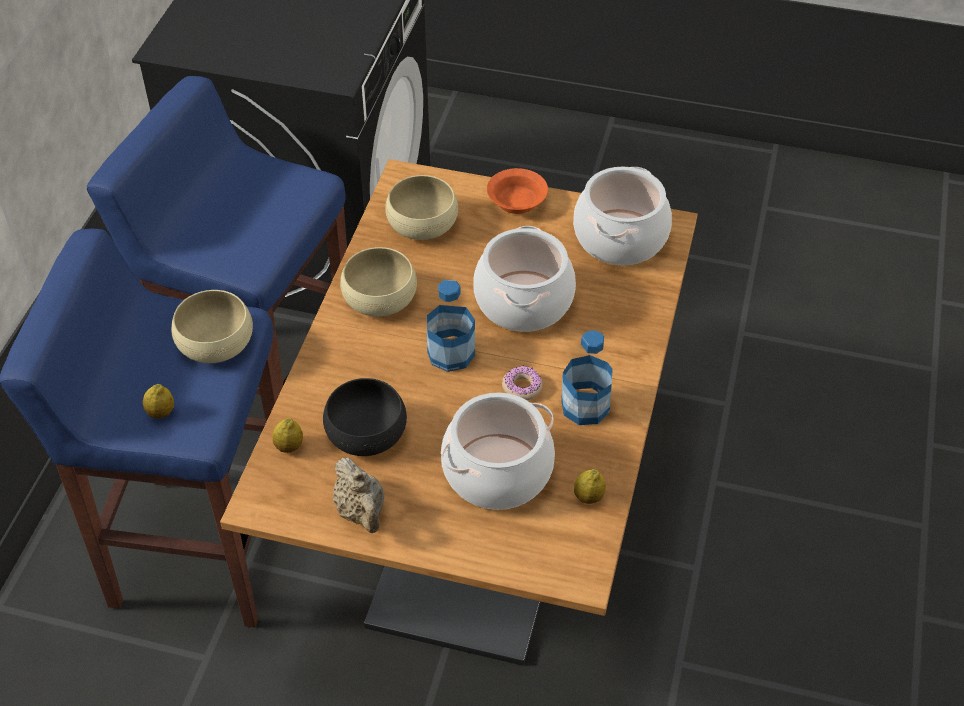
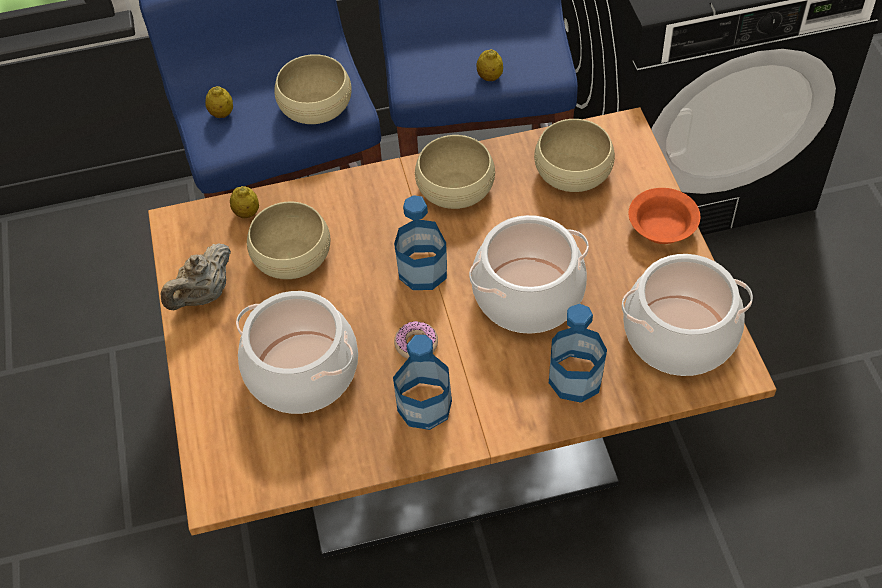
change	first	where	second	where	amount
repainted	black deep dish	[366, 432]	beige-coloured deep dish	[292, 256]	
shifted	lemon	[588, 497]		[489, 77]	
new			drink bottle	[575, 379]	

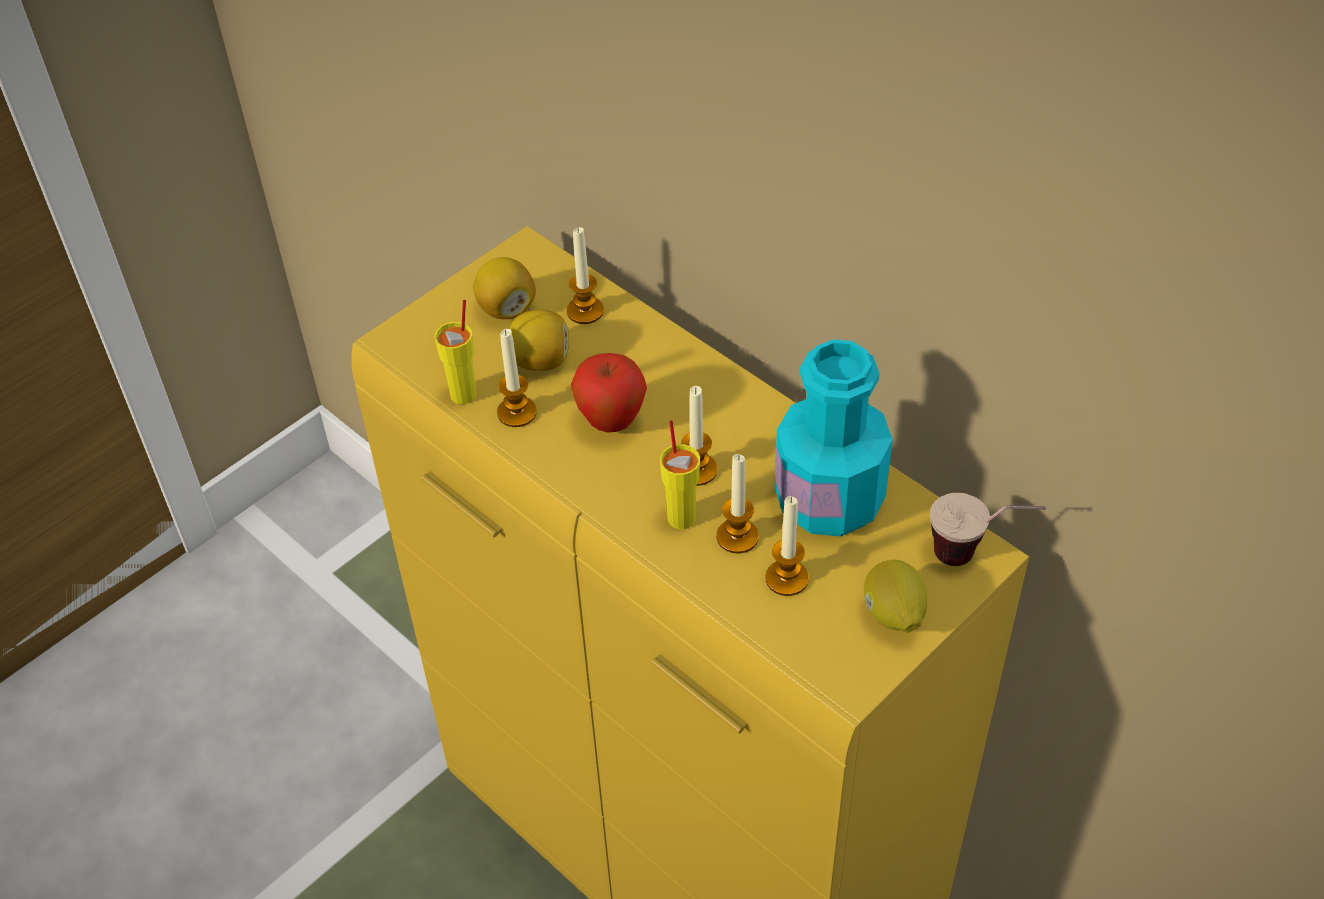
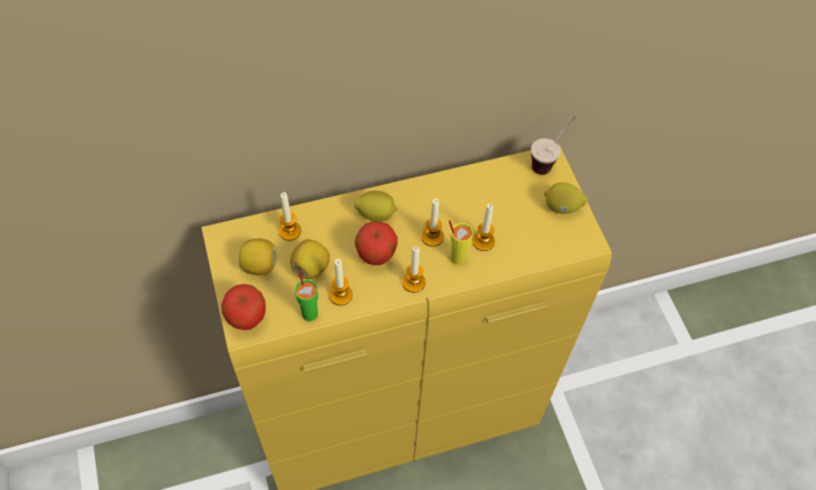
change	first	where	second	where	amount
new			apple	[247, 320]	
repainted	yellowish small cup	[464, 394]	green-coloured small cup	[310, 313]	
new			lemon	[376, 214]	
shifted	wax light	[787, 578]		[413, 282]	
gone	blue-green drink bottle	[829, 500]			

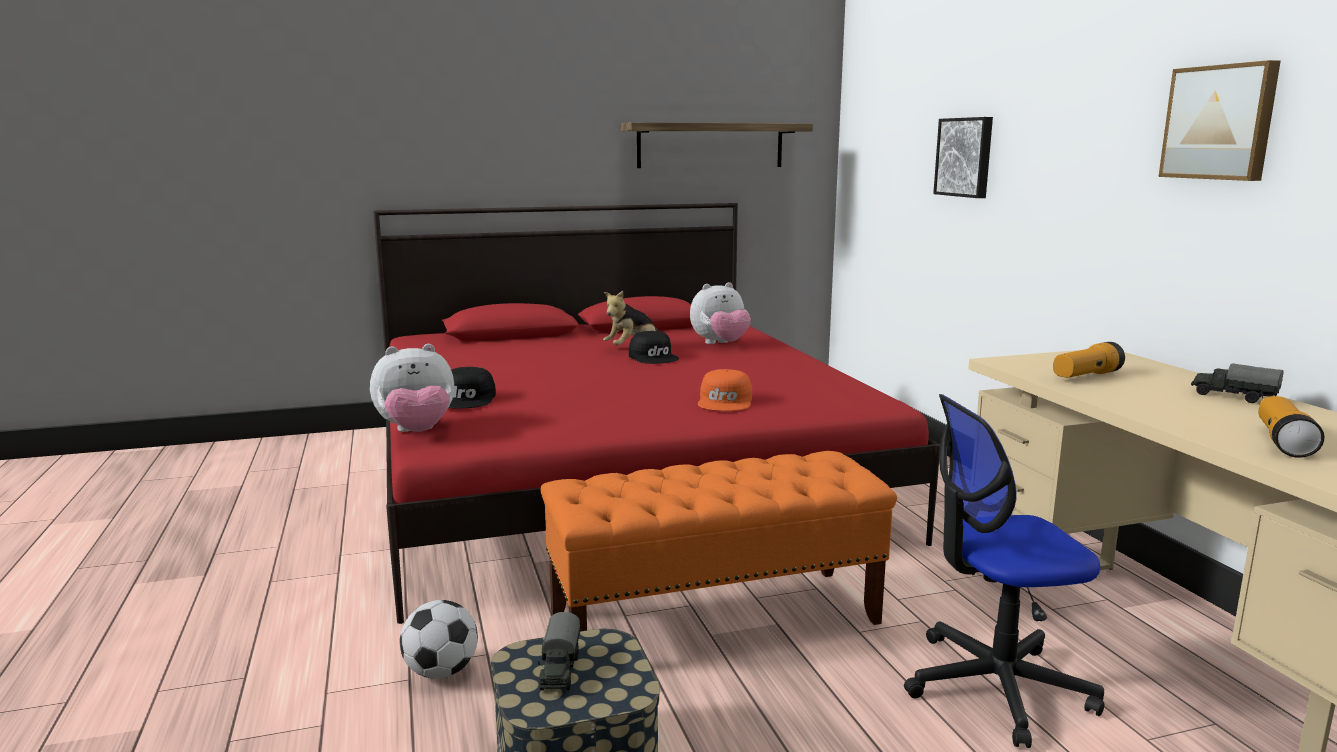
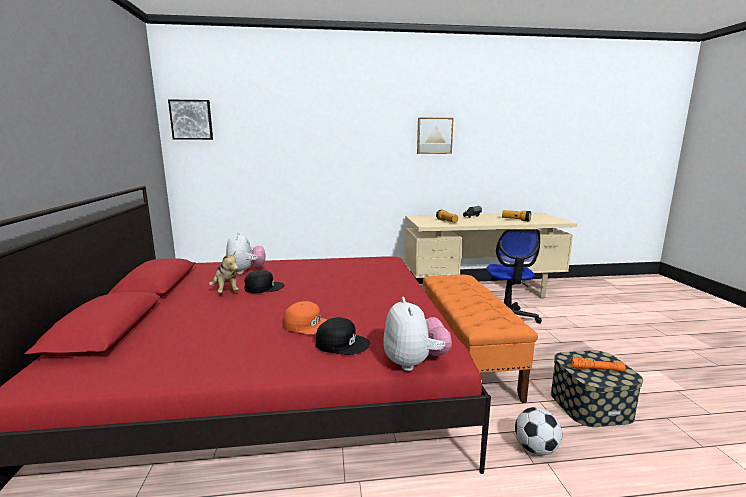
change	first	where	second	where	amount
shifted	wall picture	[965, 157]		[191, 120]	
shifted	orange cap	[726, 402]		[307, 324]	
swapped	toy lorry	[559, 670]	orange hand torch	[596, 370]	
gone	shelf	[710, 145]			

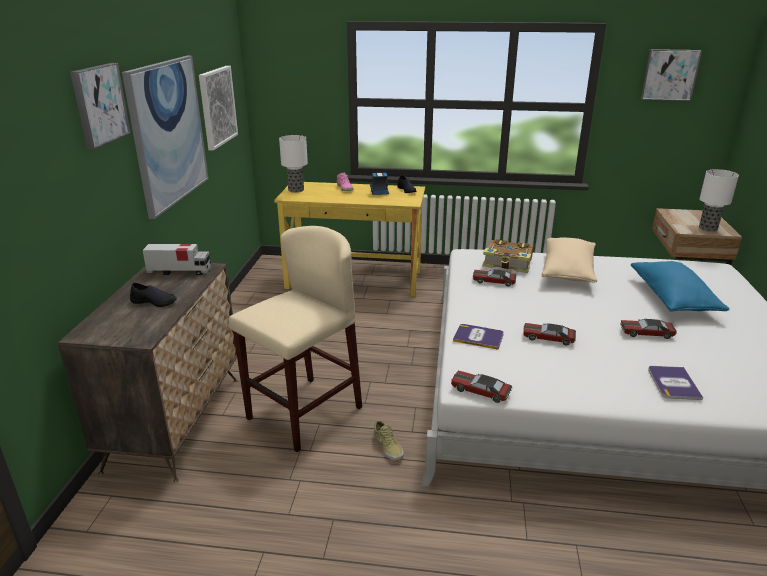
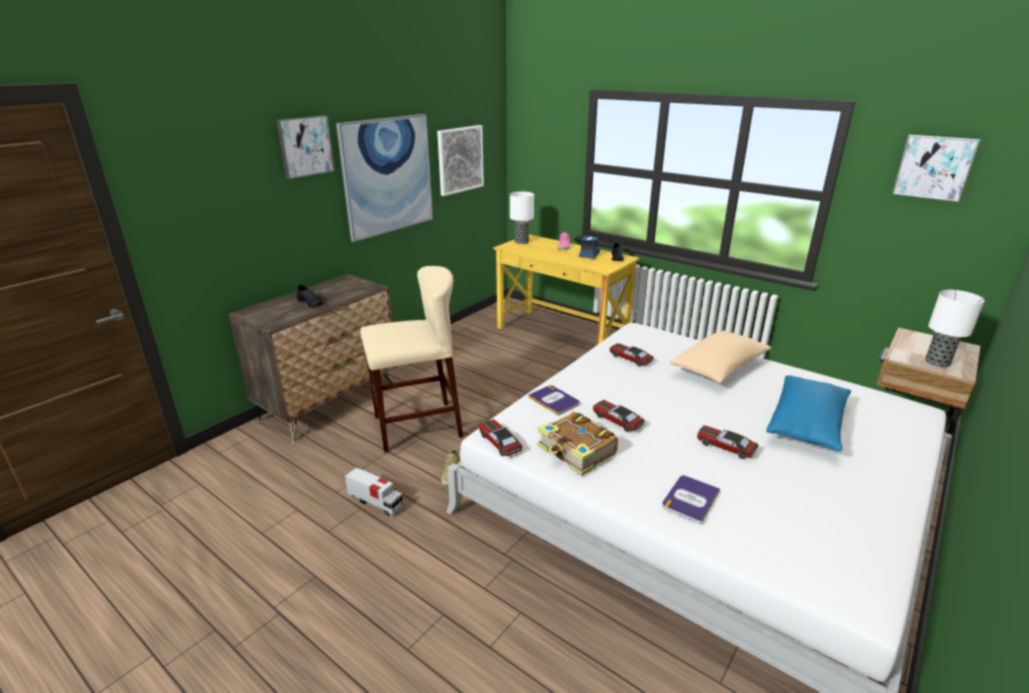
change	first	where	second	where	amount
shifted	toy lorry	[180, 272]		[376, 502]	
shifted	volume	[508, 263]		[576, 452]	

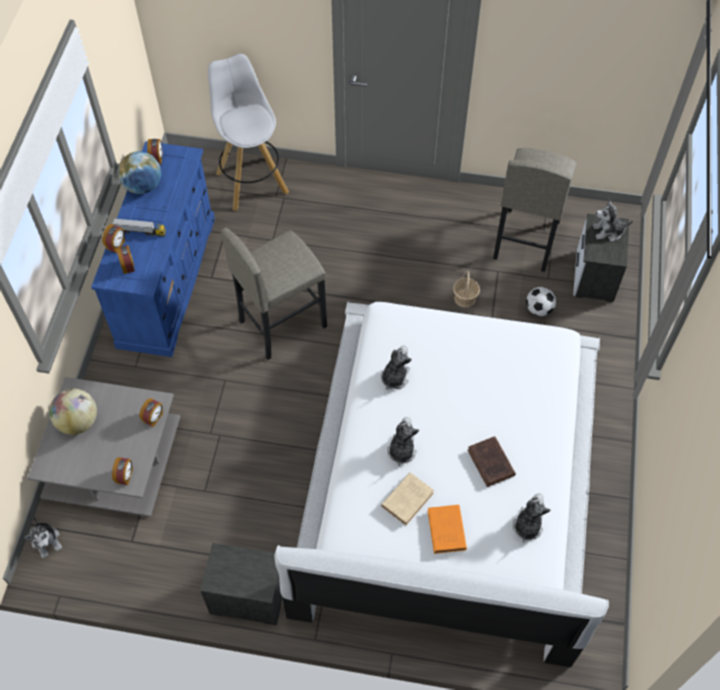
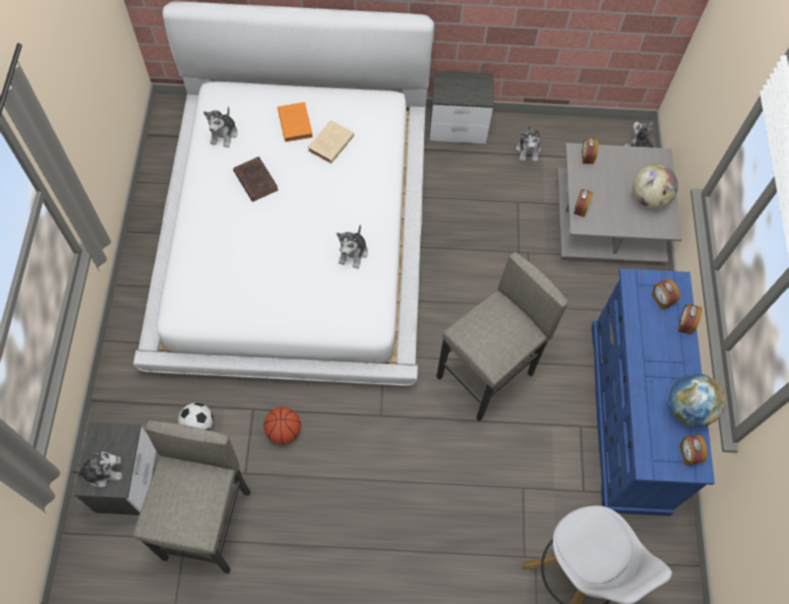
change	first	where	second	where	amount
swapped	household basket	[465, 298]	basketball ball	[284, 431]	
shifted	plush toy	[401, 450]		[528, 150]	
gone	toy lorry	[140, 231]			

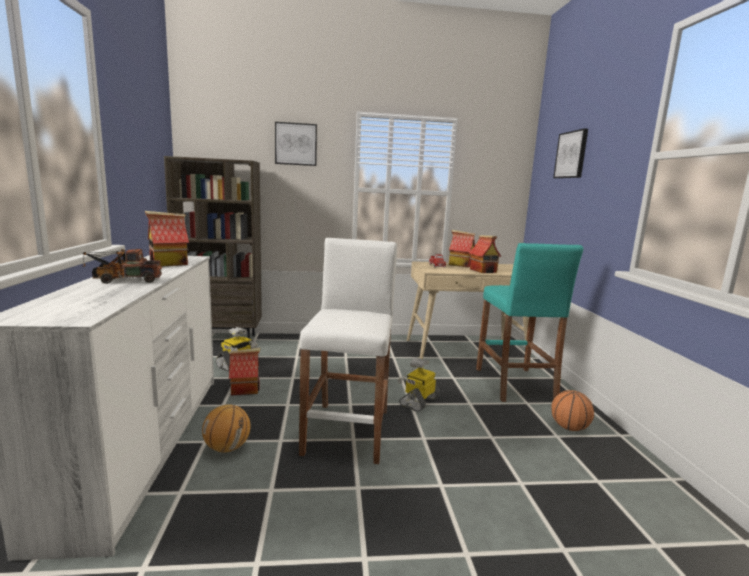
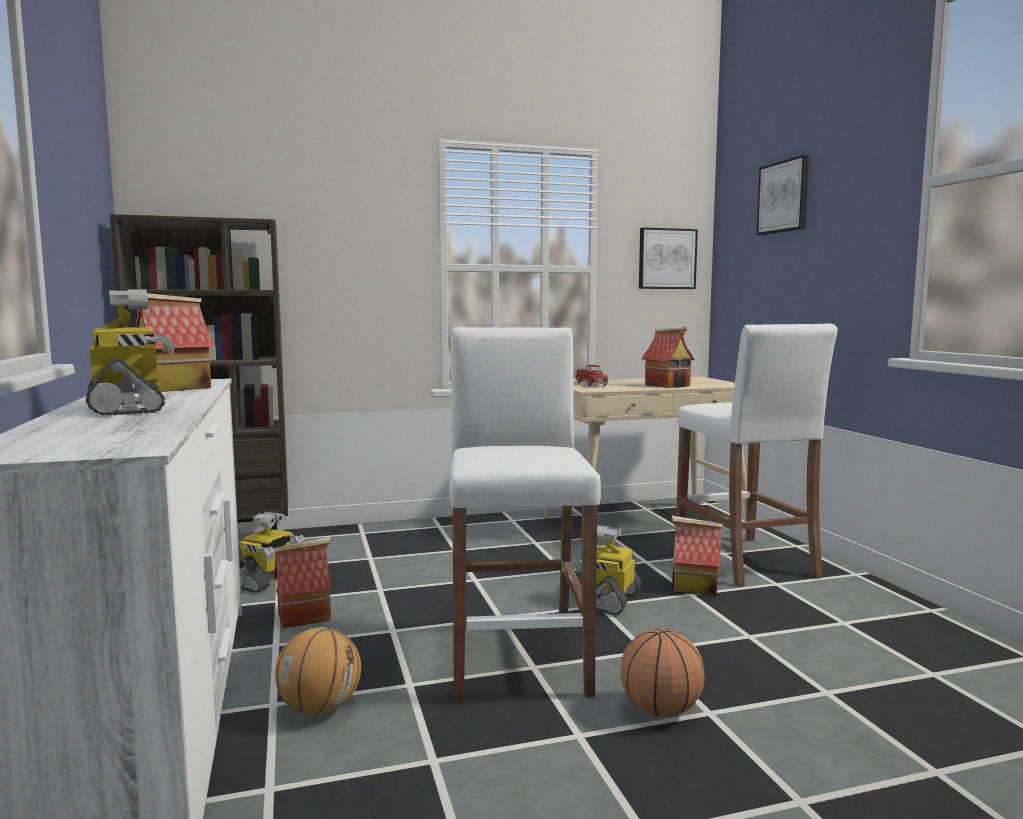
change	first	where	second	where	amount
swapped	toy lorry	[124, 280]	robot figure	[129, 408]	
shifted	basketball ball	[569, 428]		[660, 710]	
shifted	wall picture	[296, 144]		[667, 259]	
shifted	model house	[460, 265]		[694, 587]	
repainted	blue-green sitting stool	[514, 384]	whitish sitting stool	[744, 561]	

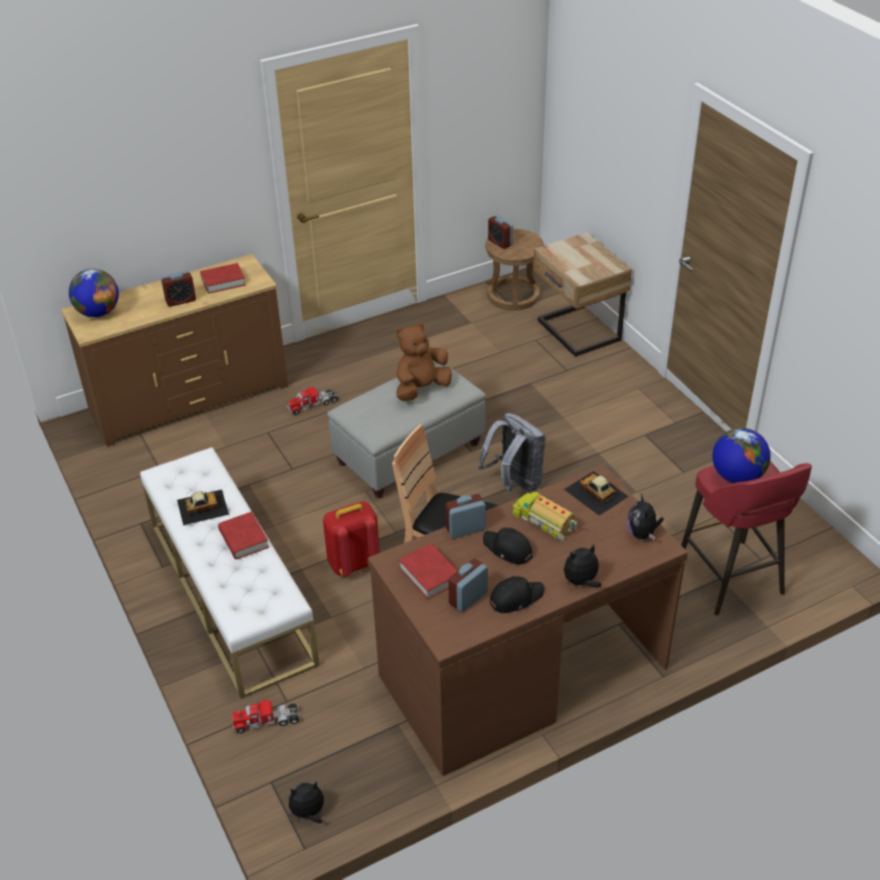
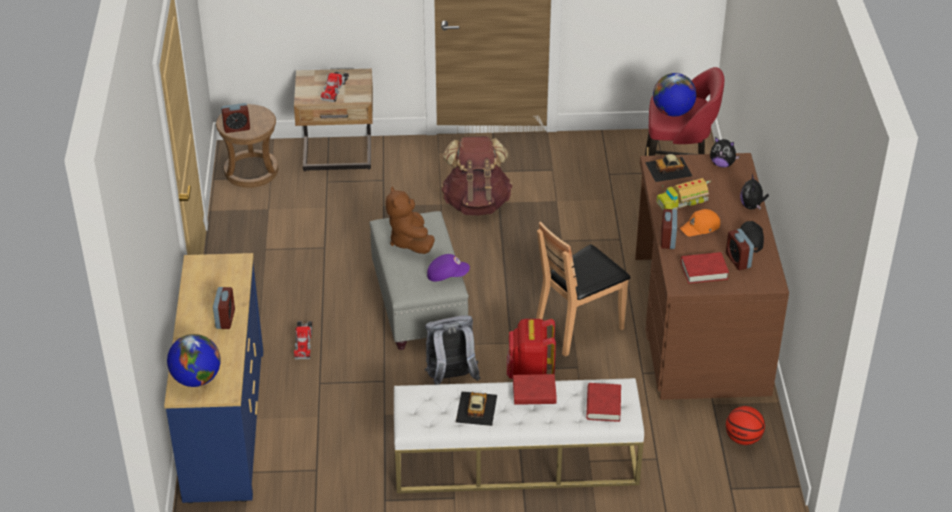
change	first	where	second	where	amount
repainted	brown-coloured dresser	[189, 399]	bluish dresser	[223, 424]	
shifted	toy lorry	[267, 721]		[335, 89]	
shifted	greyish rucksack	[514, 483]		[451, 378]	
new			purple-coloured cap	[447, 275]	
new			brown-coloured rucksack	[476, 203]	
shifted	red volume	[223, 281]		[603, 405]	
repainted	black cap	[507, 549]	orange cap	[700, 227]	
new			basketball ball	[743, 438]	
gone	plush toy	[308, 813]			

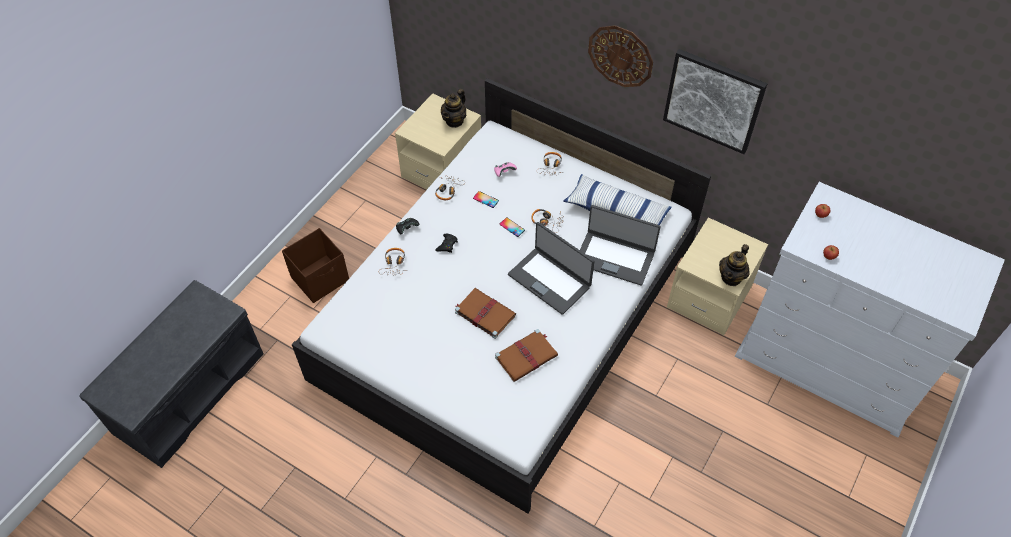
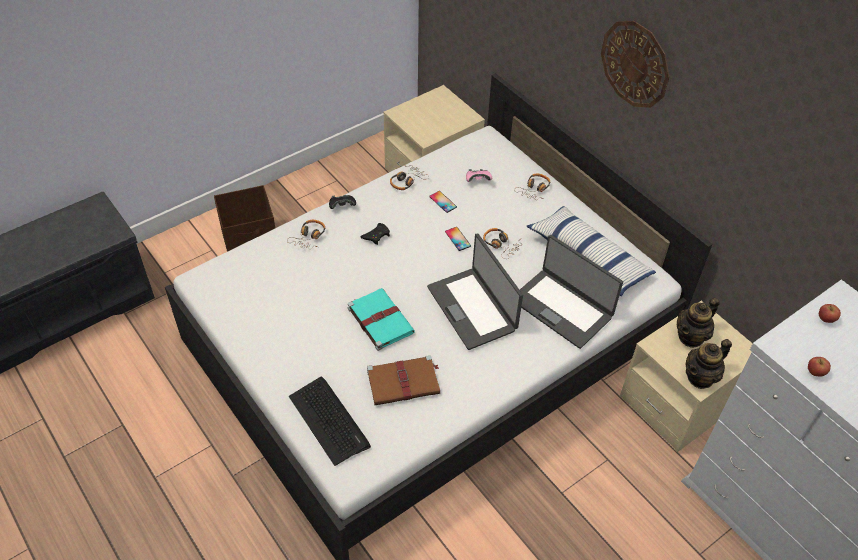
change	first	where	second	where	amount
new			PC keyboard	[329, 420]	
repainted	brown-coloured volume	[484, 313]	blue-green volume	[379, 319]	
shifted	tea pot	[454, 121]		[691, 337]	
gone	wall picture	[713, 100]			

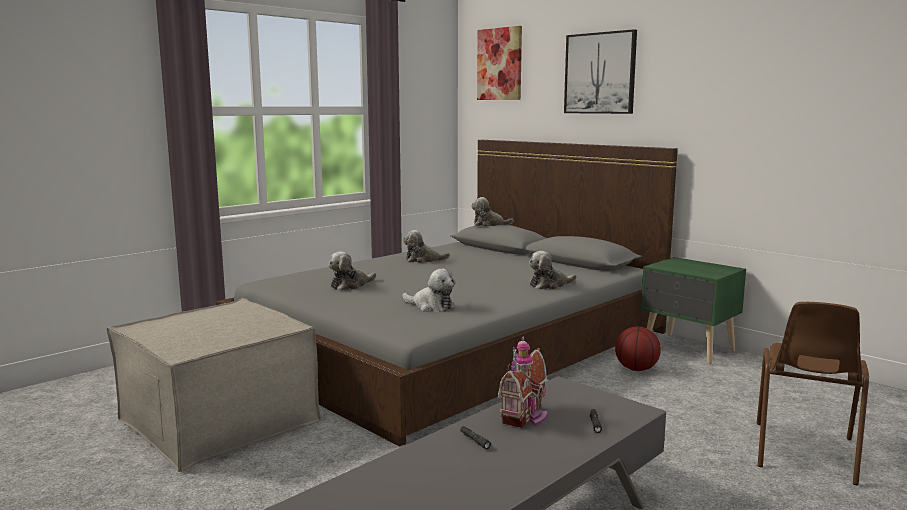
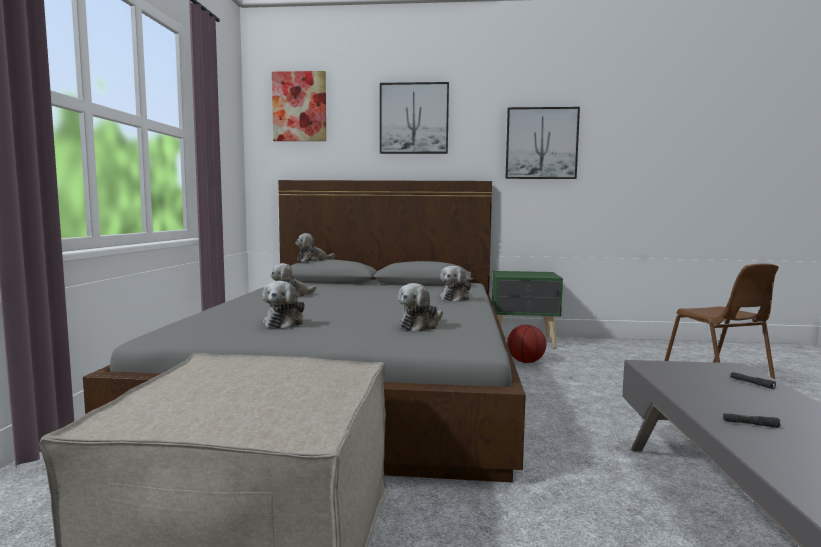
change	first	where	second	where	amount
rotated	plush toy	[431, 306]		[421, 326]	135 degrees clockwise
new			wall picture	[541, 143]	
gone	model house	[526, 417]			

